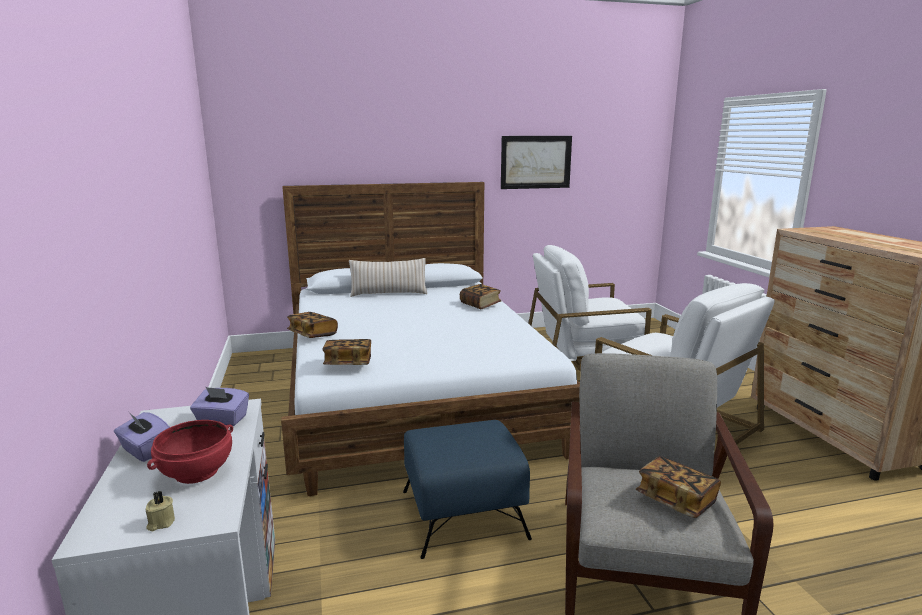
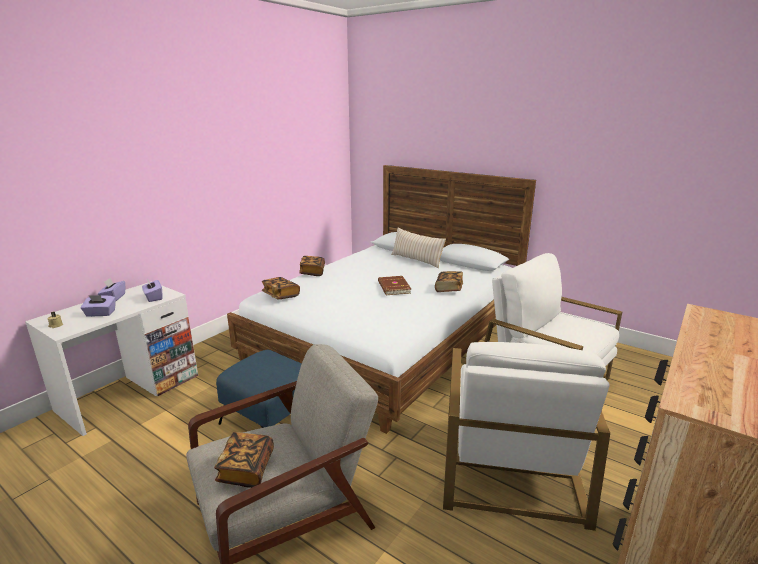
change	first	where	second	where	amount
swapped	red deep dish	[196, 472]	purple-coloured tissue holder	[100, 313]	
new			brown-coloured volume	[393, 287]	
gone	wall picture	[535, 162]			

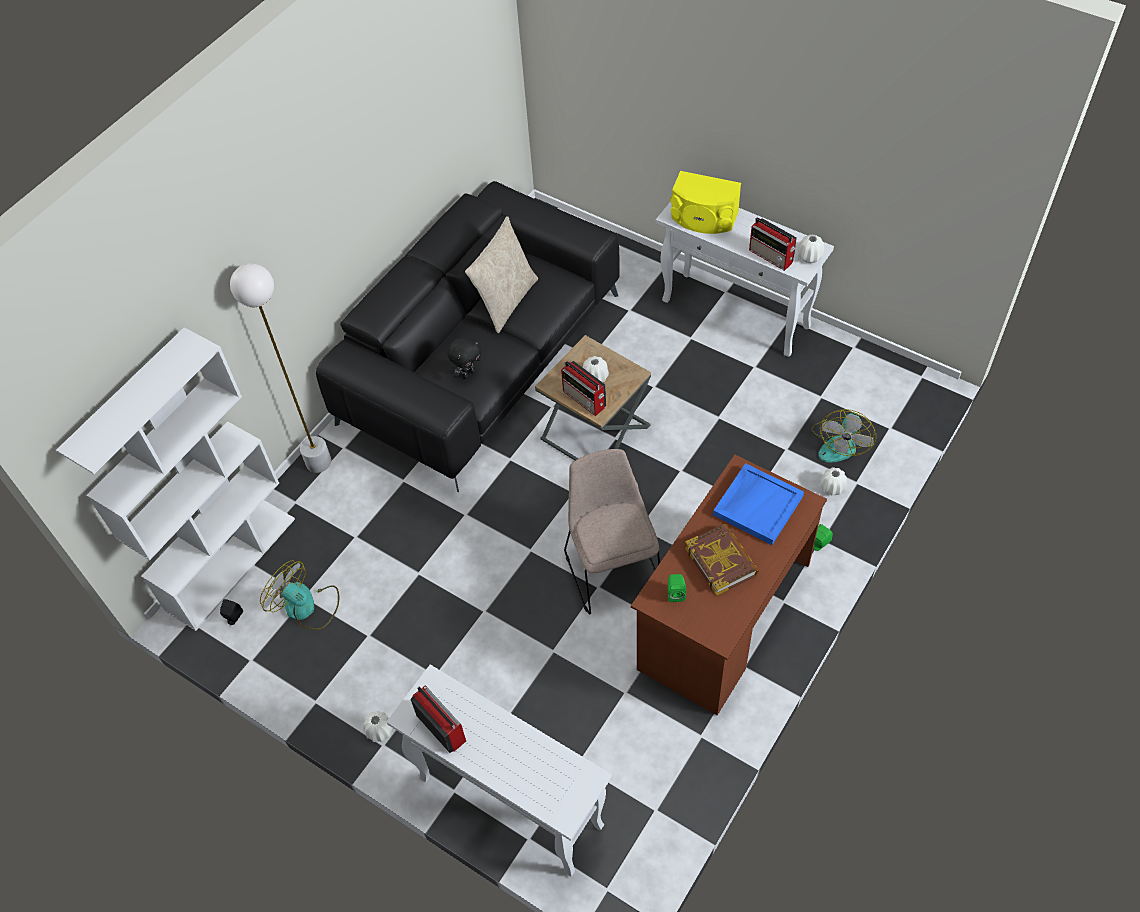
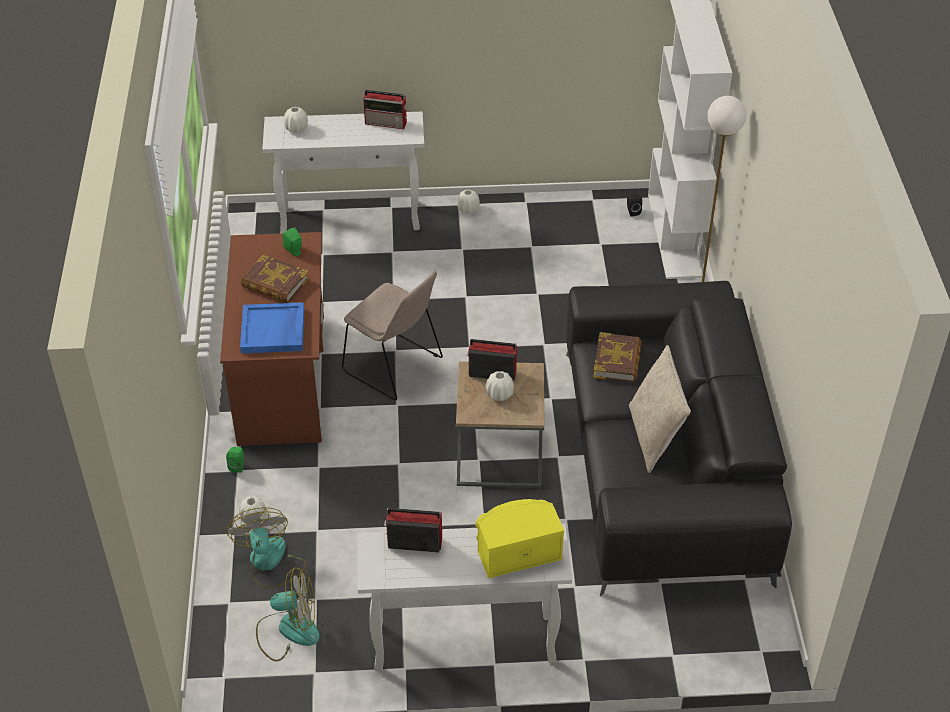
change	first	where	second	where	amount
shifted	fan	[307, 607]		[288, 630]	
shifted	whitish decorative vase	[809, 256]		[296, 128]	
swapped	black plush toy	[468, 373]	volume	[617, 361]	

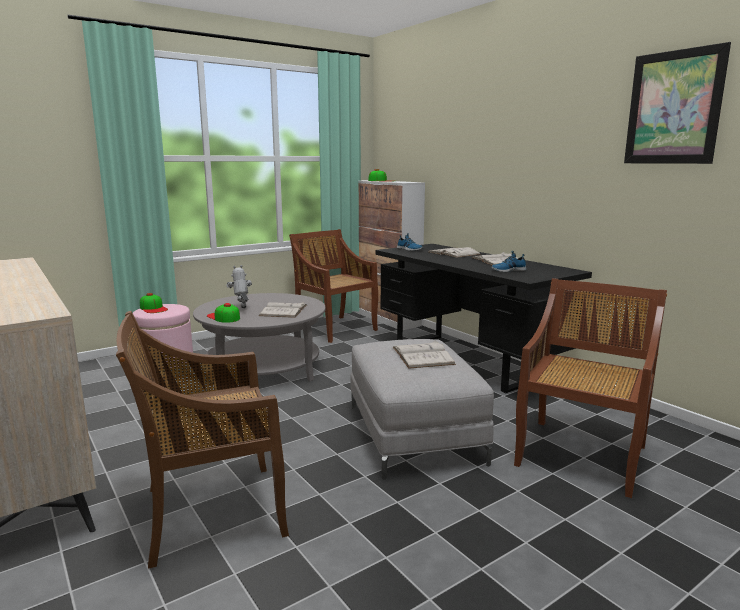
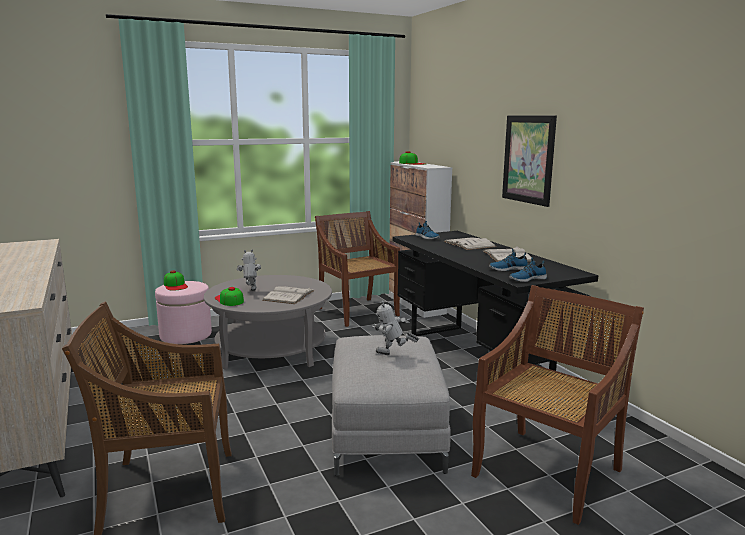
change	first	where	second	where	amount
swapped	whitish volume	[422, 355]	robot figure	[393, 355]	
shifted	wall picture	[673, 108]		[528, 159]	
new			low shoe	[527, 279]	

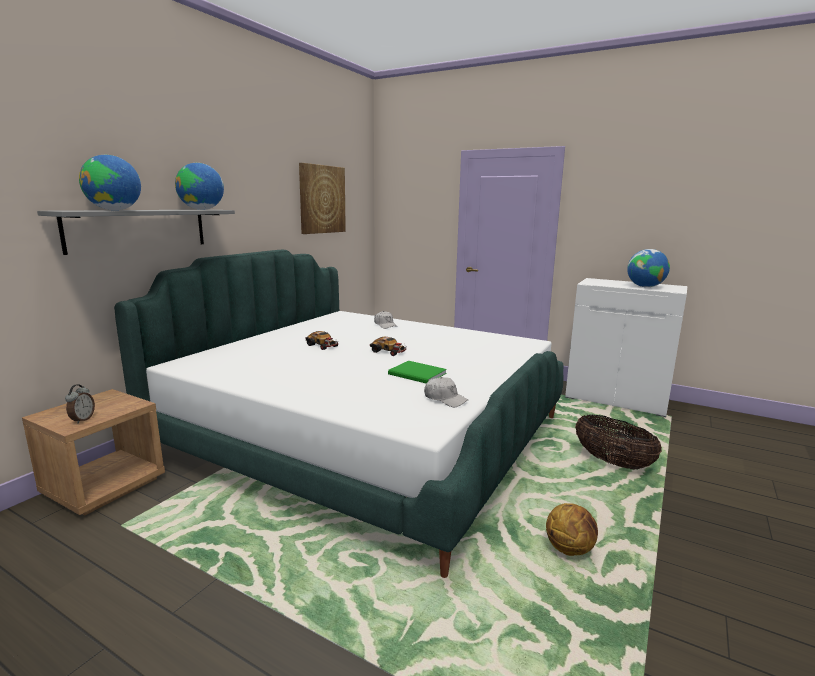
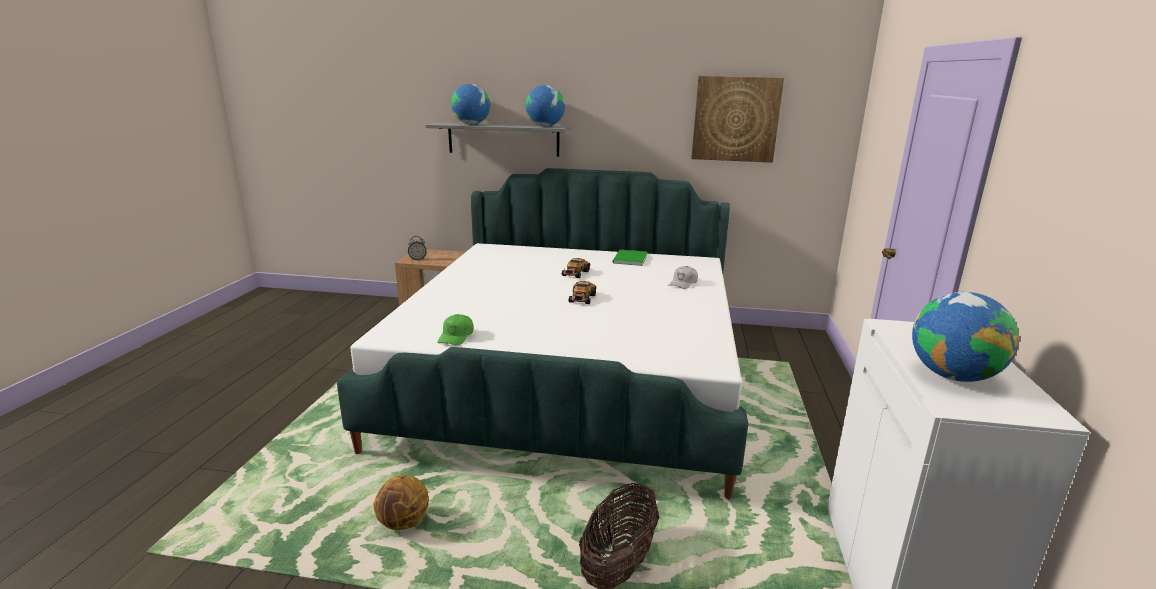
change	first	where	second	where	amount
repainted	whitish cap	[445, 399]	green-coloured cap	[456, 336]	
shifted	green-coloured volume	[418, 374]		[629, 259]	

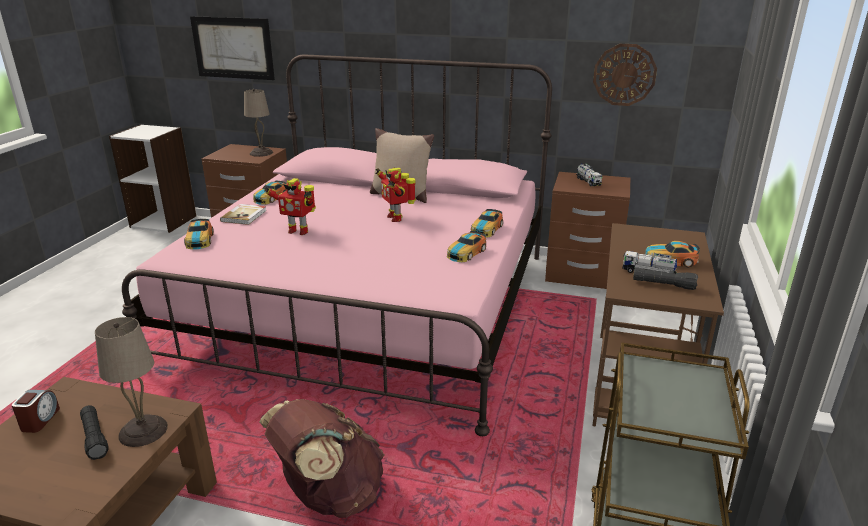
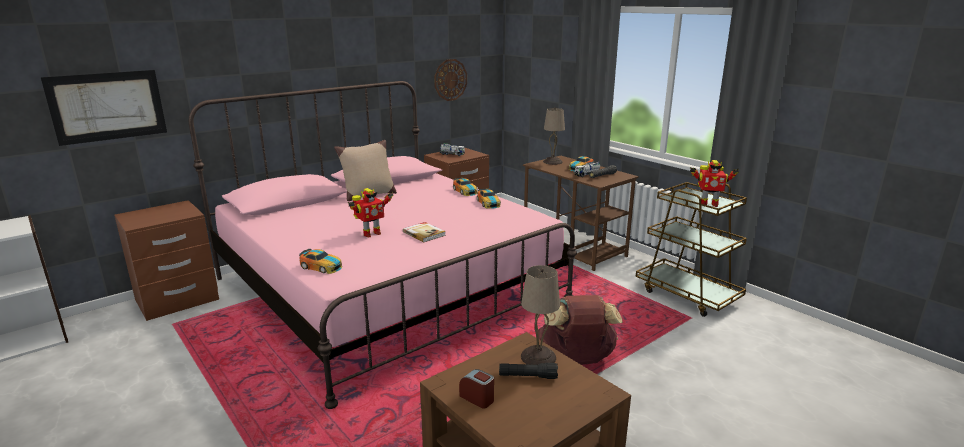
change	first	where	second	where	amount
shifted	volume	[244, 216]		[424, 233]	
shifted	beige-coloured tabletop lamp	[261, 153]		[553, 162]	
shifted	robot figure	[396, 218]		[708, 204]	
gone	model car	[270, 198]			

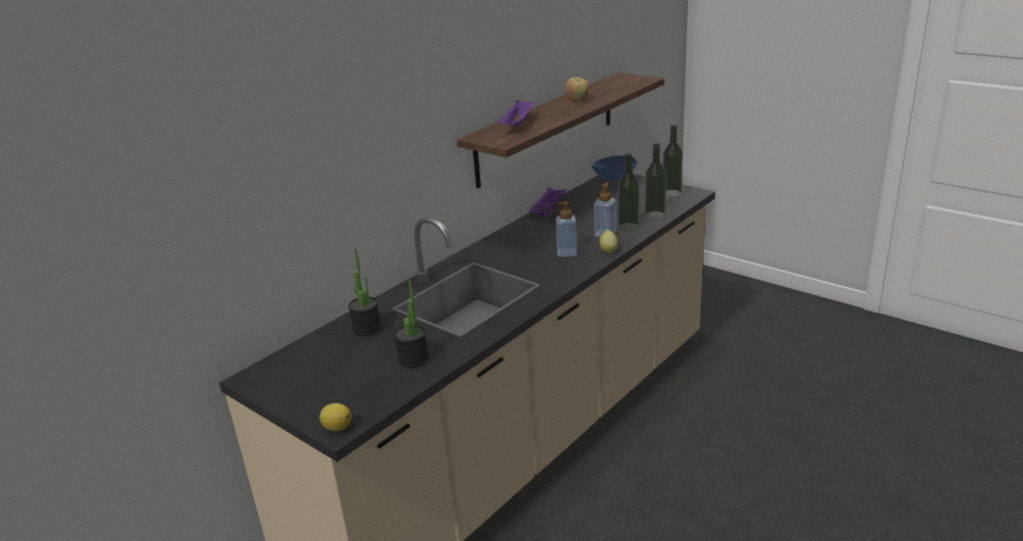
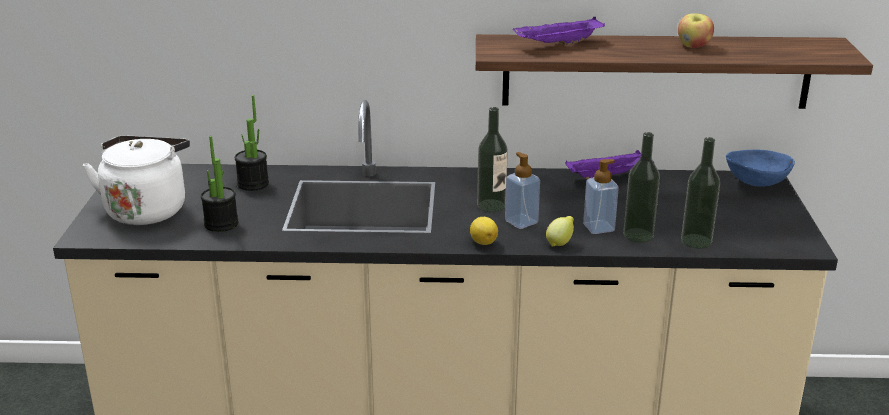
change	first	where	second	where	amount
new			whitish tea kettle	[147, 209]	
shifted	lemon	[336, 427]		[483, 242]	
shifted	drink bottle	[671, 193]		[491, 205]	

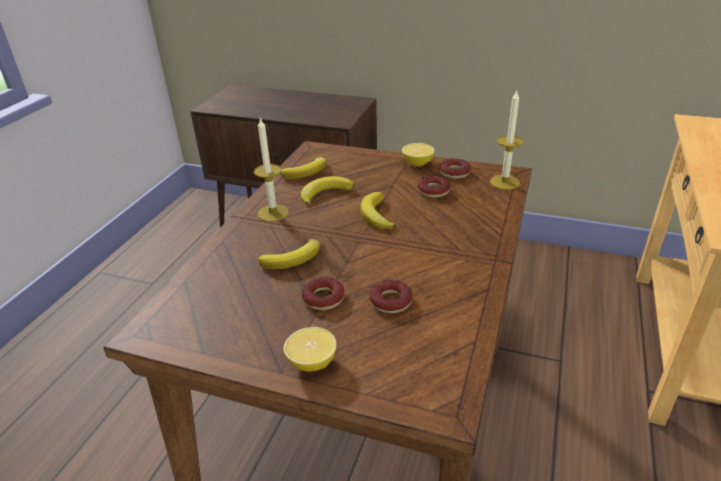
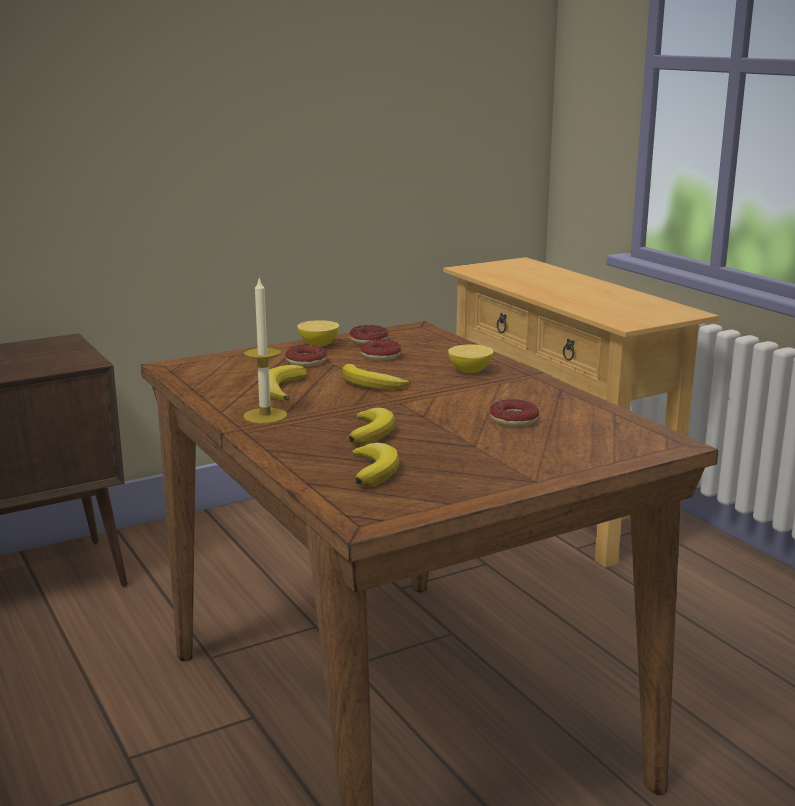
change	first	where	second	where	amount
shifted	doughnut	[323, 298]		[306, 361]	
shifted	banana fruit	[307, 171]		[374, 470]	
shifted	lemon	[312, 362]		[470, 371]	
gone	wax light	[504, 182]			

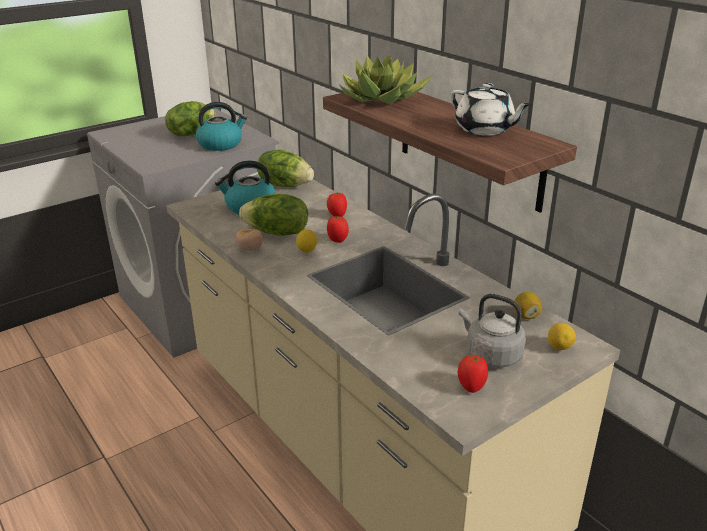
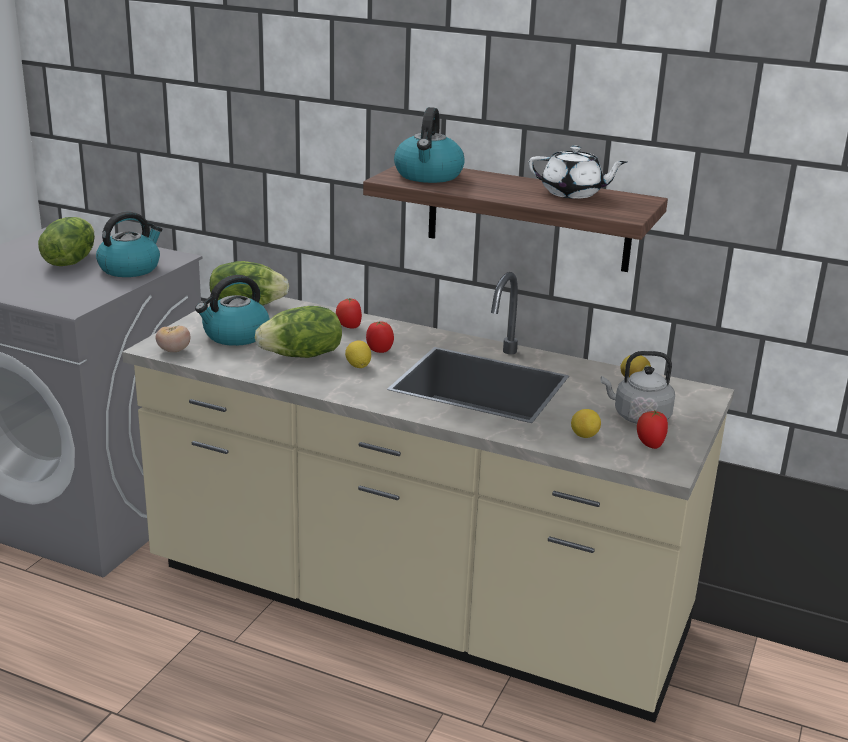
change	first	where	second	where	amount
shifted	whole tomato	[250, 249]		[174, 351]	
swapped	potted plant	[382, 98]	tea kettle	[428, 176]	
shifted	lemon	[559, 347]		[584, 436]	

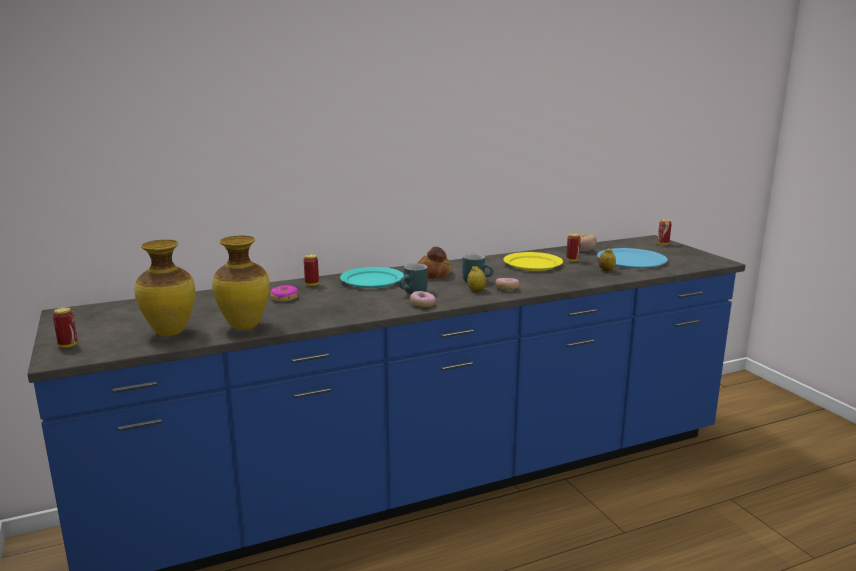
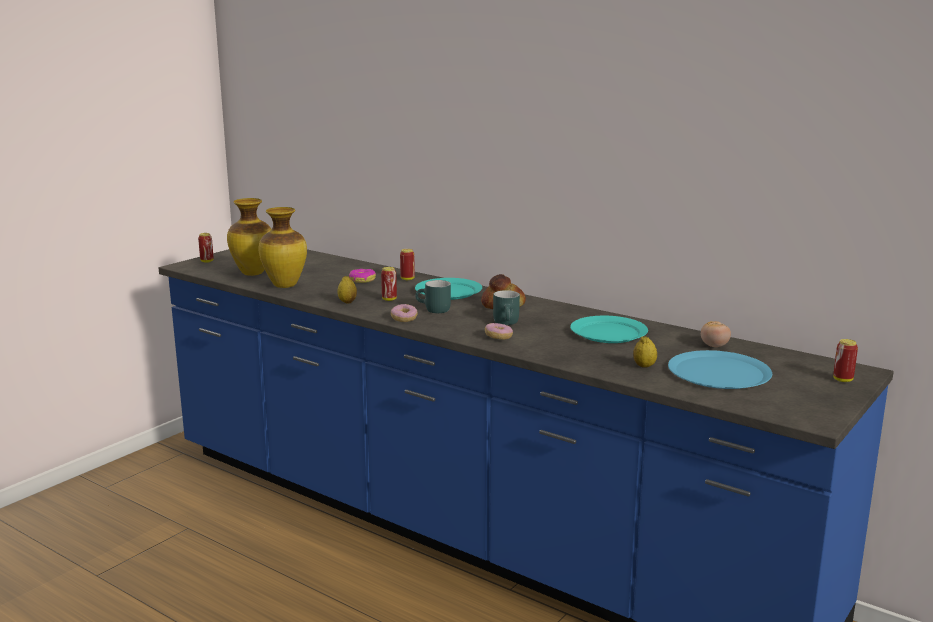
change	first	where	second	where	amount
shifted	lemon	[476, 290]		[347, 302]	
shifted	sealed can	[572, 260]		[389, 299]	
repainted	yellowish flat dish	[532, 264]	blue-green flat dish	[608, 333]	

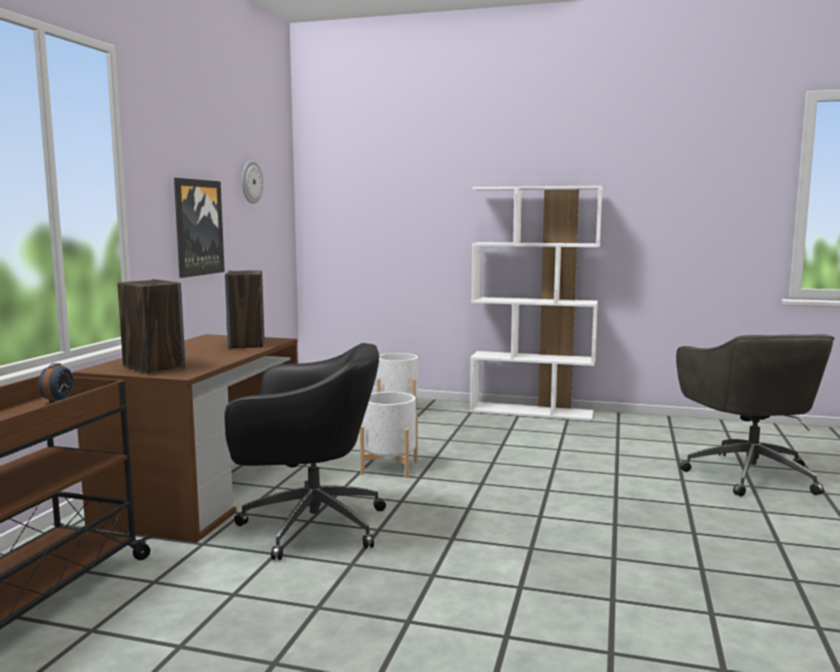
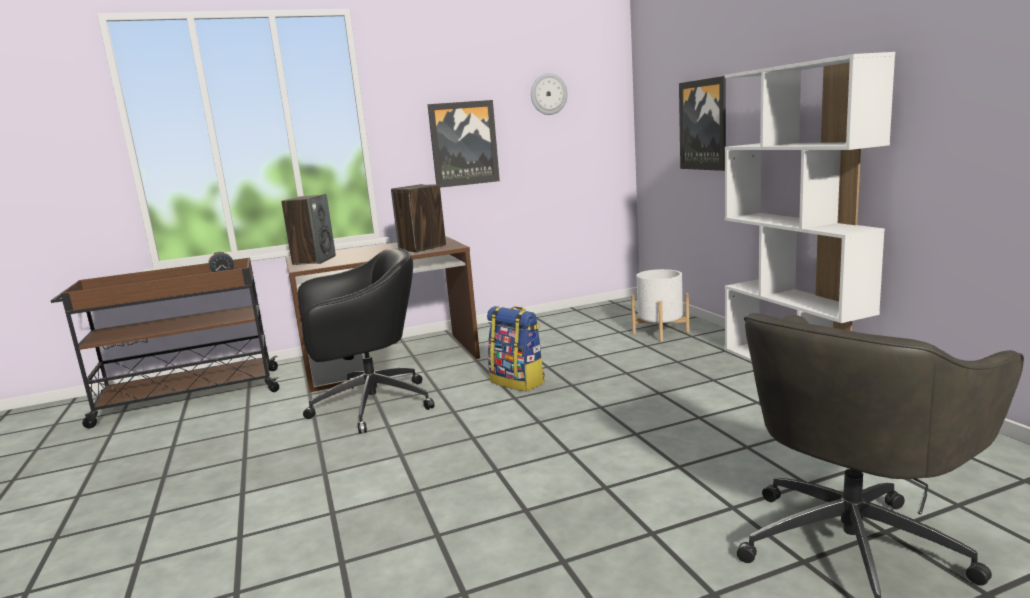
change	first	where	second	where	amount
rotated	black desk chair	[308, 526]		[369, 406]	75 degrees counterclockwise
swapped	whitish planter	[389, 467]	rucksack	[518, 382]	
new			wall picture	[703, 125]	

